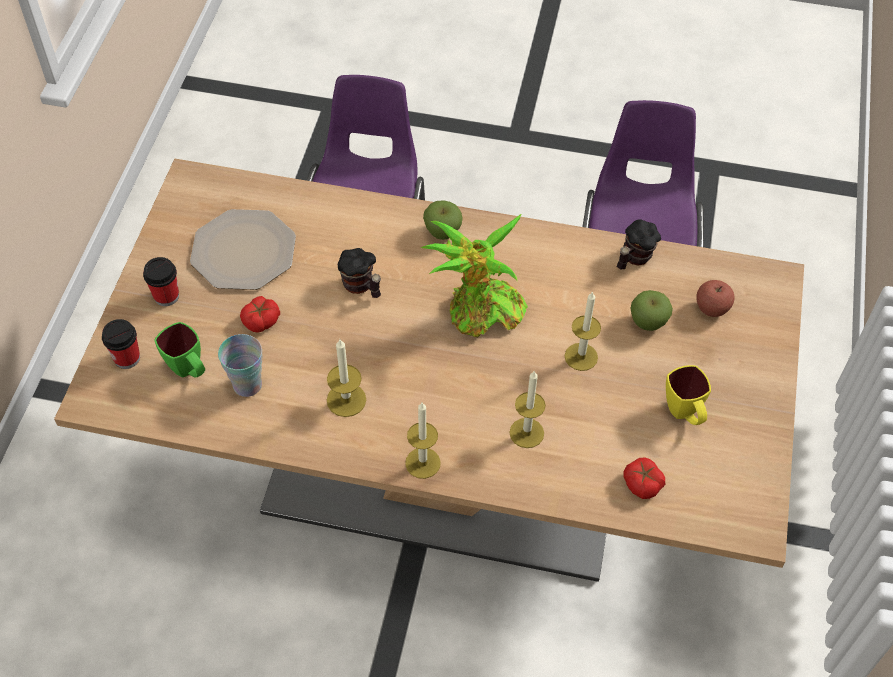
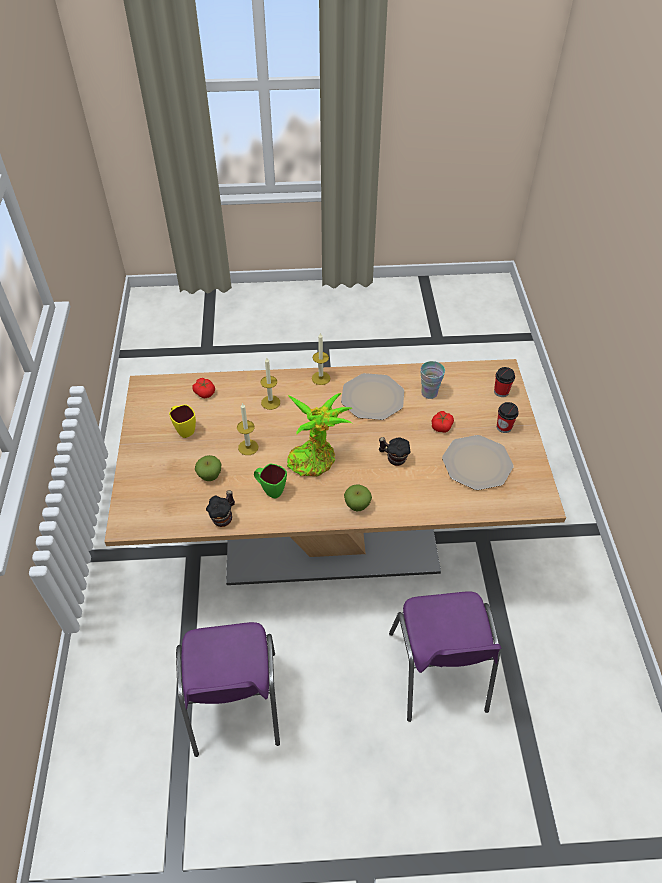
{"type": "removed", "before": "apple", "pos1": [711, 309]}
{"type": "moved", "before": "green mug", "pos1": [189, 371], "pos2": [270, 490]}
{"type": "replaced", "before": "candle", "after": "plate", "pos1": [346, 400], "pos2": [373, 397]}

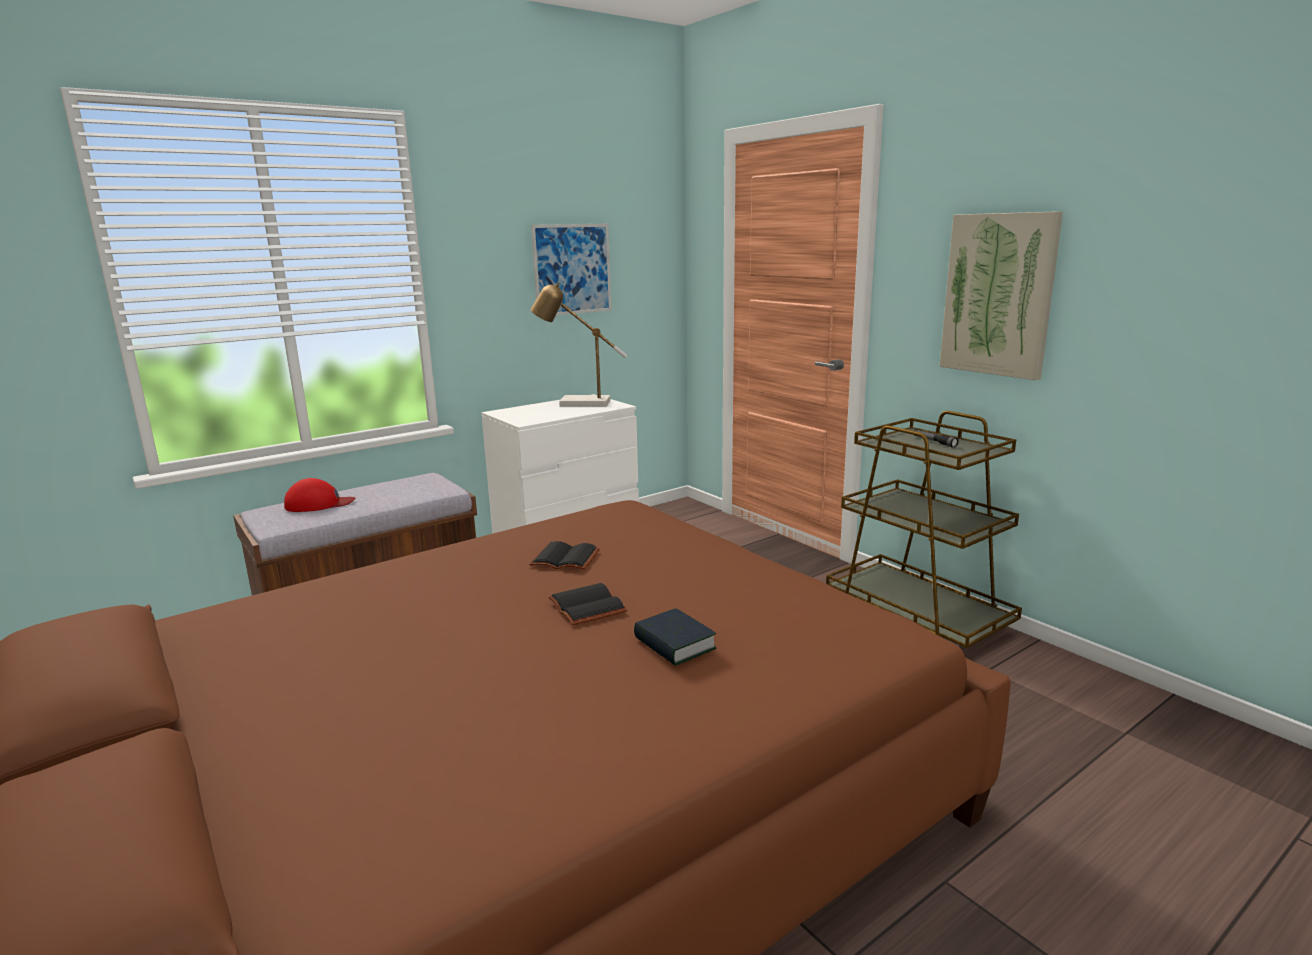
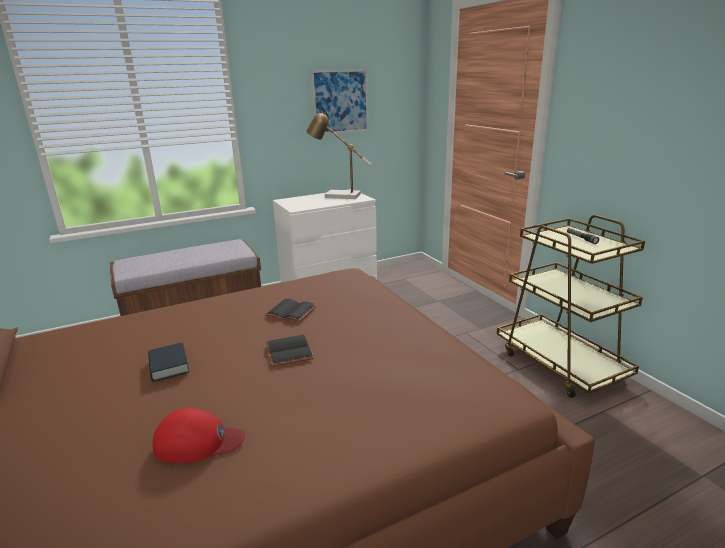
{"type": "removed", "before": "picture", "pos1": [999, 294]}
{"type": "moved", "before": "red cap", "pos1": [319, 504], "pos2": [198, 442]}
{"type": "moved", "before": "book", "pos1": [674, 644], "pos2": [169, 366]}

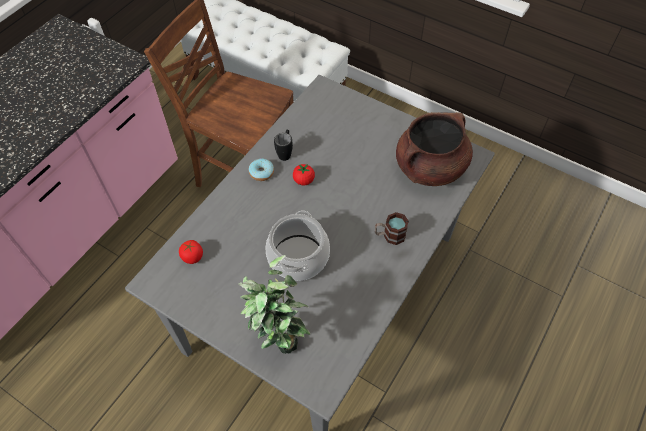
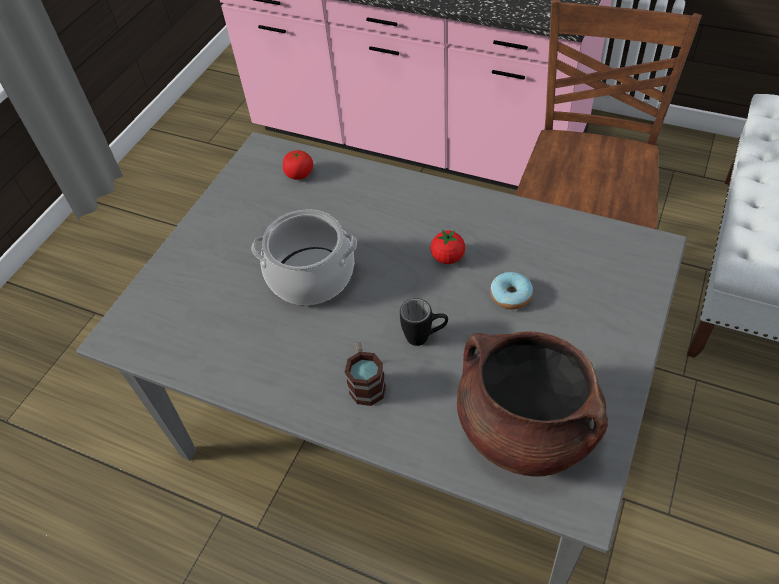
{"type": "moved", "before": "black mug", "pos1": [285, 152], "pos2": [425, 337]}
{"type": "moved", "before": "donut", "pos1": [261, 173], "pos2": [510, 296]}
{"type": "removed", "before": "potted plant", "pos1": [278, 336]}

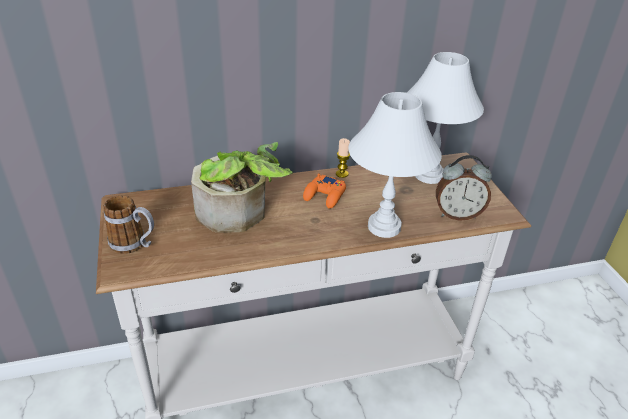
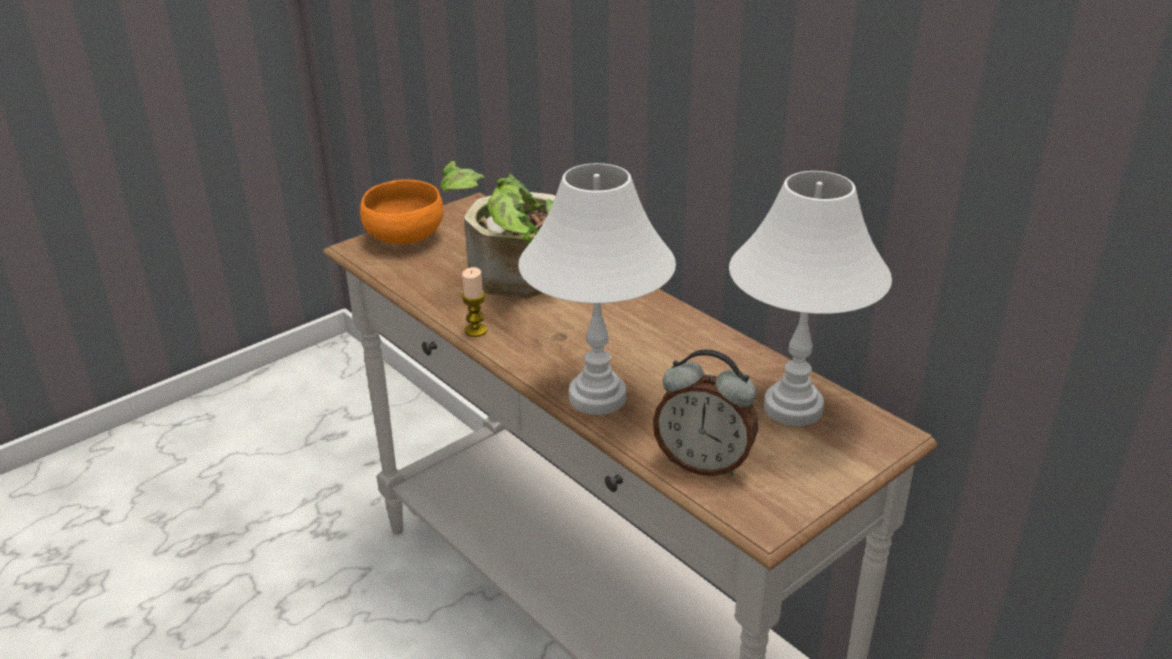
{"type": "moved", "before": "candle", "pos1": [342, 174], "pos2": [476, 330]}
{"type": "turned", "before": "alarm clock", "pos1": [457, 214], "pos2": [703, 463], "turn": -45}
{"type": "removed", "before": "orange game controller", "pos1": [325, 196]}
{"type": "replaced", "before": "mug", "after": "orange bowl", "pos1": [134, 244], "pos2": [405, 239]}

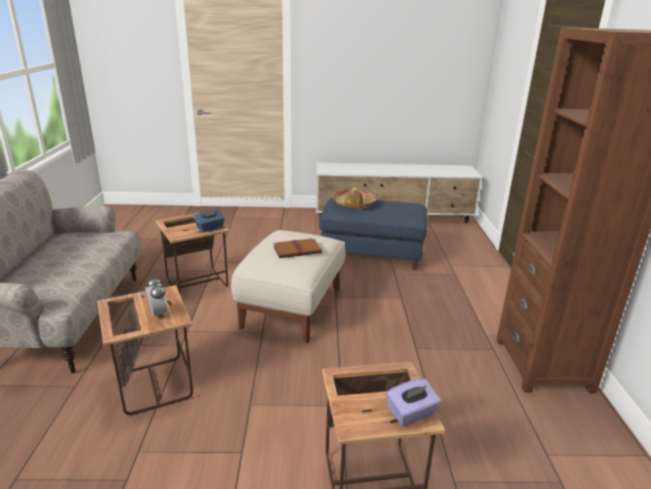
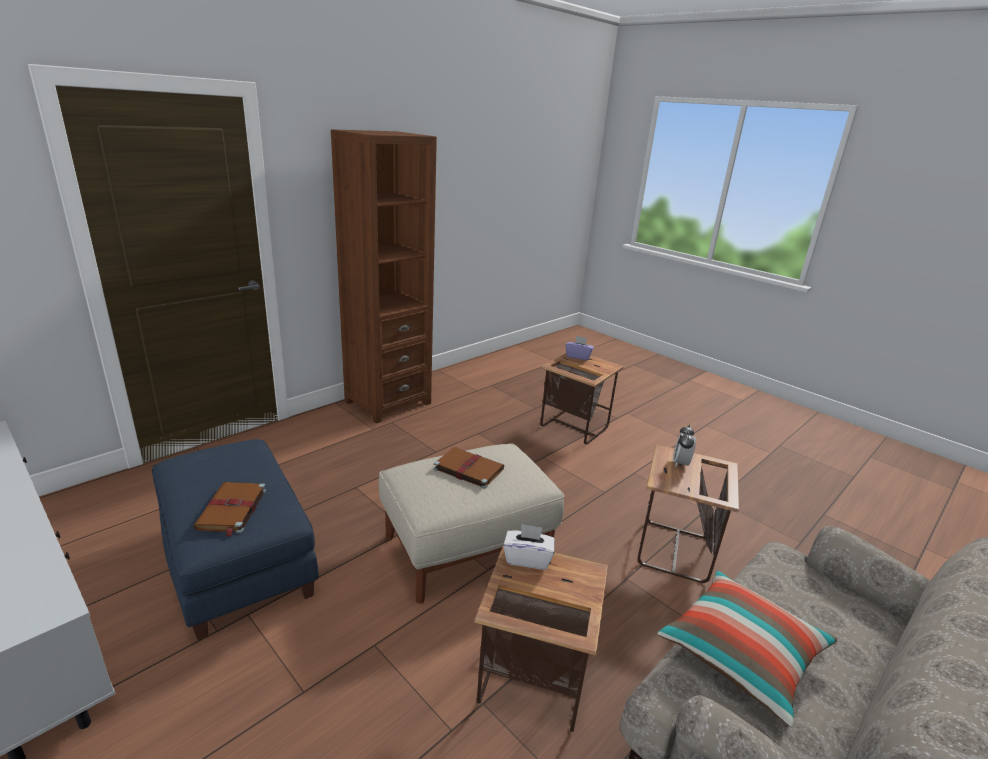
{"type": "replaced", "before": "hat", "after": "brown book", "pos1": [354, 204], "pos2": [231, 510]}
{"type": "recoloured", "before": "blue tissue box", "after": "white tissue box", "pos1": [210, 228], "pos2": [527, 558]}
{"type": "added", "after": "pillow", "pos2": [741, 654]}

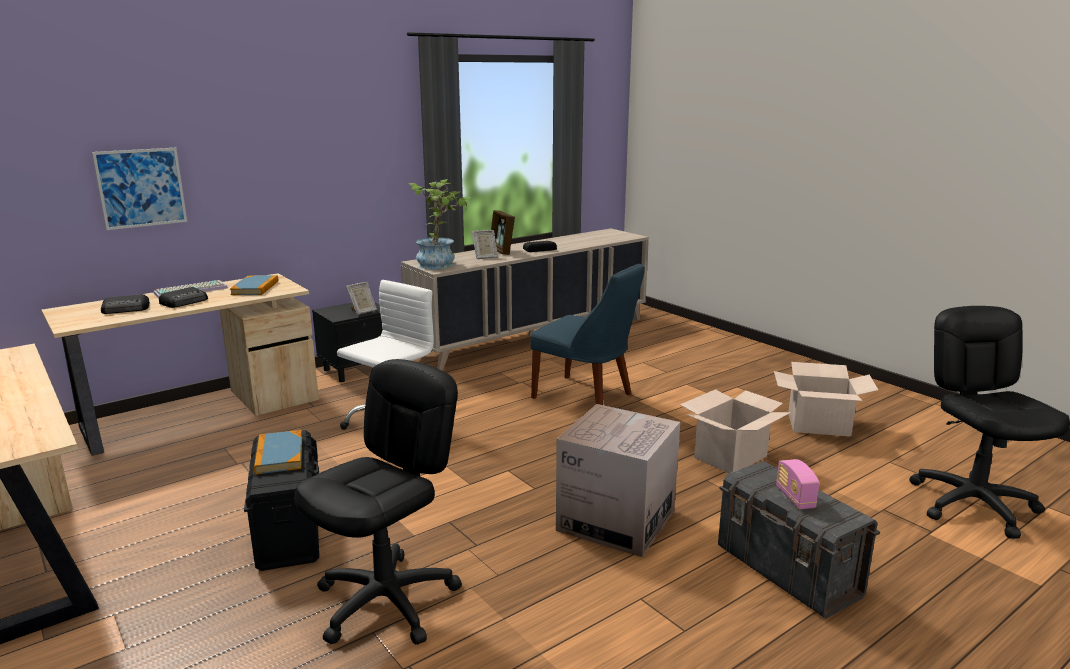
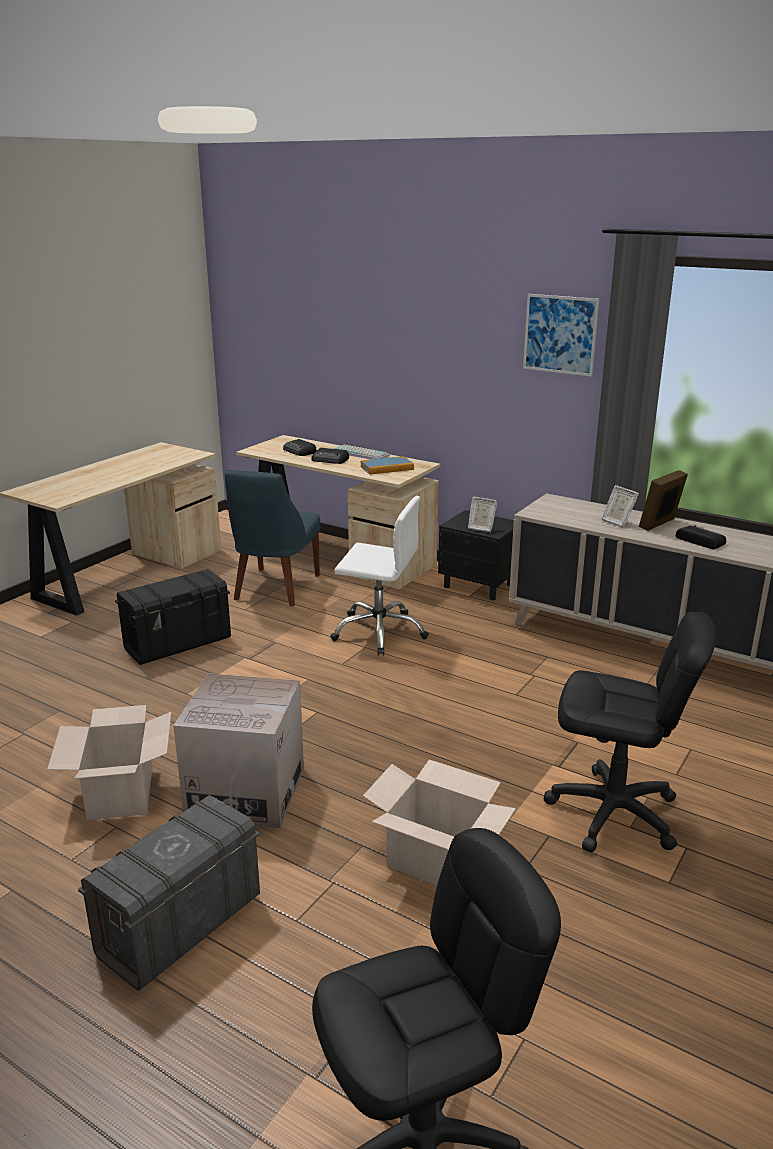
{"type": "moved", "before": "picture", "pos1": [141, 188], "pos2": [560, 334]}
{"type": "removed", "before": "potted plant", "pos1": [440, 264]}
{"type": "moved", "before": "blue chair", "pos1": [586, 397], "pos2": [275, 589]}
{"type": "moved", "before": "black office chair", "pos1": [387, 601], "pos2": [614, 813]}
{"type": "moved", "before": "cardboard box", "pos1": [818, 424], "pos2": [121, 794]}
{"type": "removed", "before": "book", "pos1": [279, 455]}
{"type": "removed", "before": "radio", "pos1": [795, 498]}

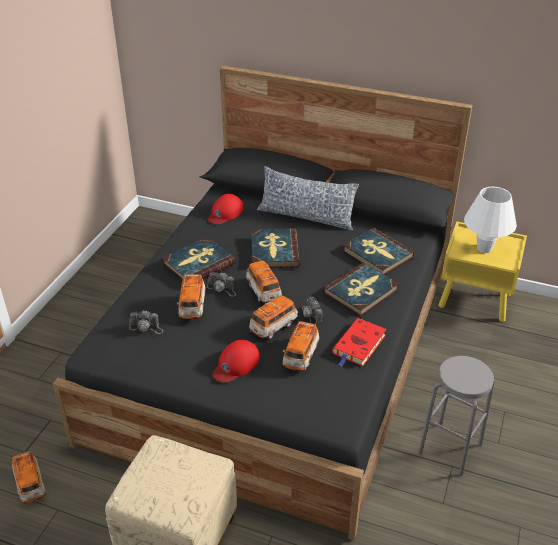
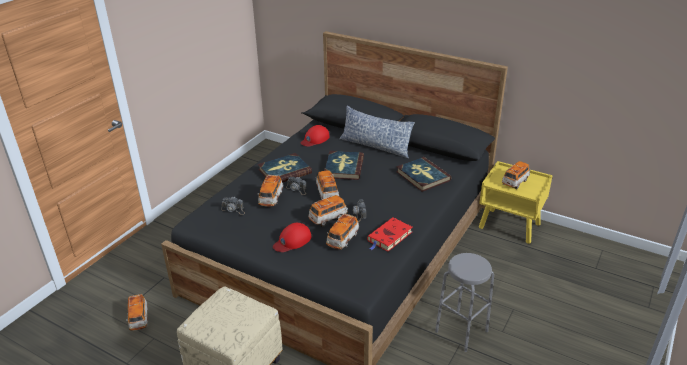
{"type": "replaced", "before": "white table lamp", "after": "toy car", "pos1": [484, 248], "pos2": [515, 182]}
{"type": "removed", "before": "book", "pos1": [361, 292]}

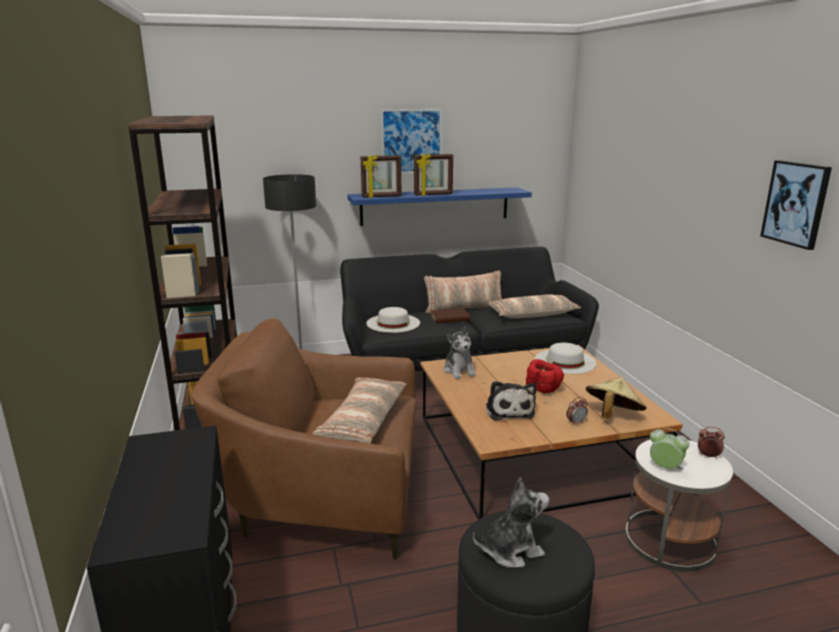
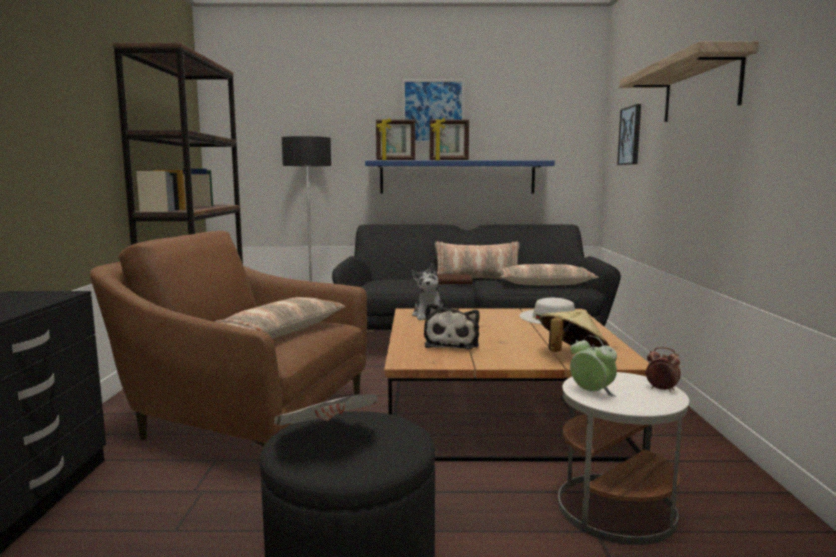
{"type": "moved", "before": "picture", "pos1": [796, 203], "pos2": [630, 136]}
{"type": "removed", "before": "white hat", "pos1": [393, 323]}
{"type": "removed", "before": "red bowl", "pos1": [543, 388]}
{"type": "removed", "before": "alarm clock", "pos1": [576, 423]}
{"type": "replaced", "before": "plush toy", "after": "newspaper", "pos1": [510, 550], "pos2": [326, 438]}
{"type": "added", "after": "shelf", "pos2": [700, 89]}

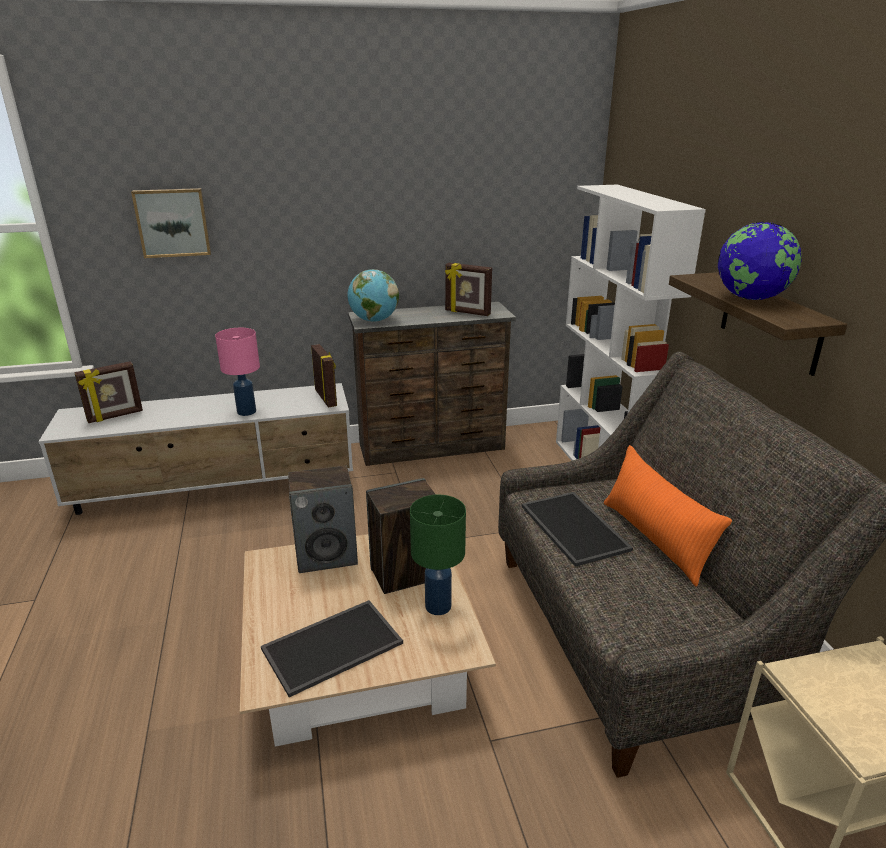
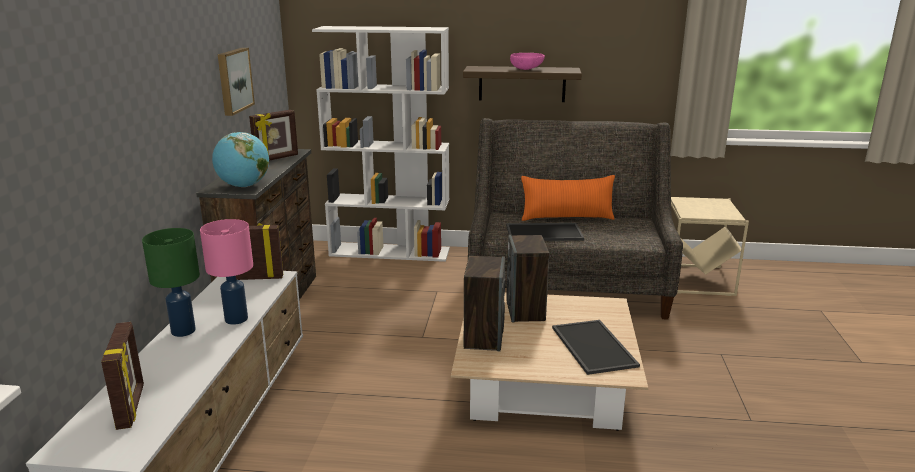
{"type": "moved", "before": "picture", "pos1": [173, 222], "pos2": [233, 80]}
{"type": "replaced", "before": "globe", "after": "pink bowl", "pos1": [751, 298], "pos2": [527, 69]}
{"type": "moved", "before": "green table lamp", "pos1": [438, 607], "pos2": [184, 331]}

